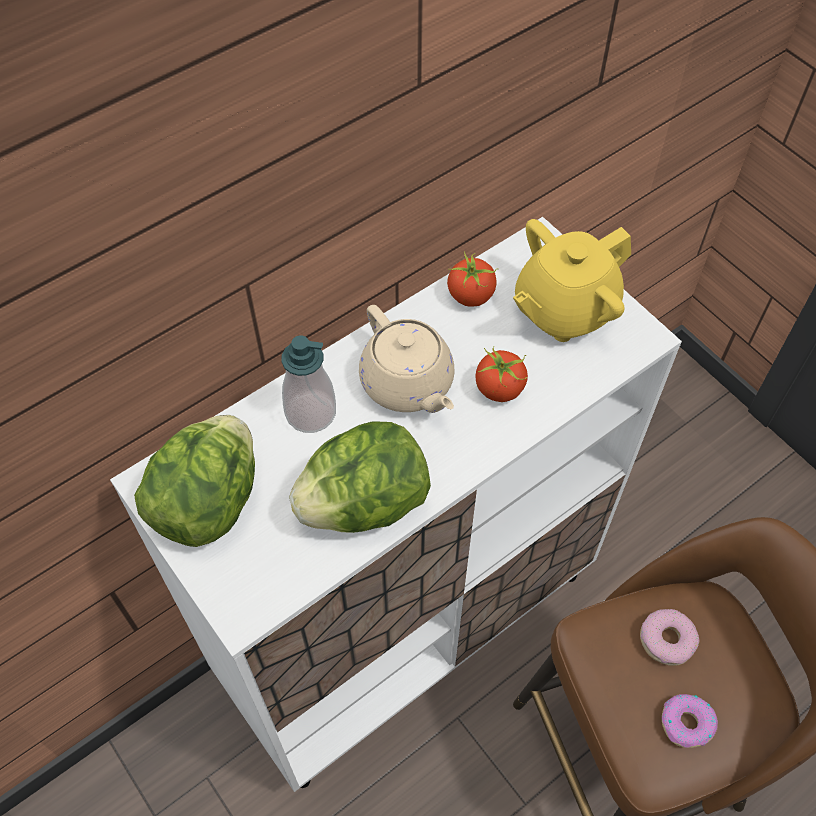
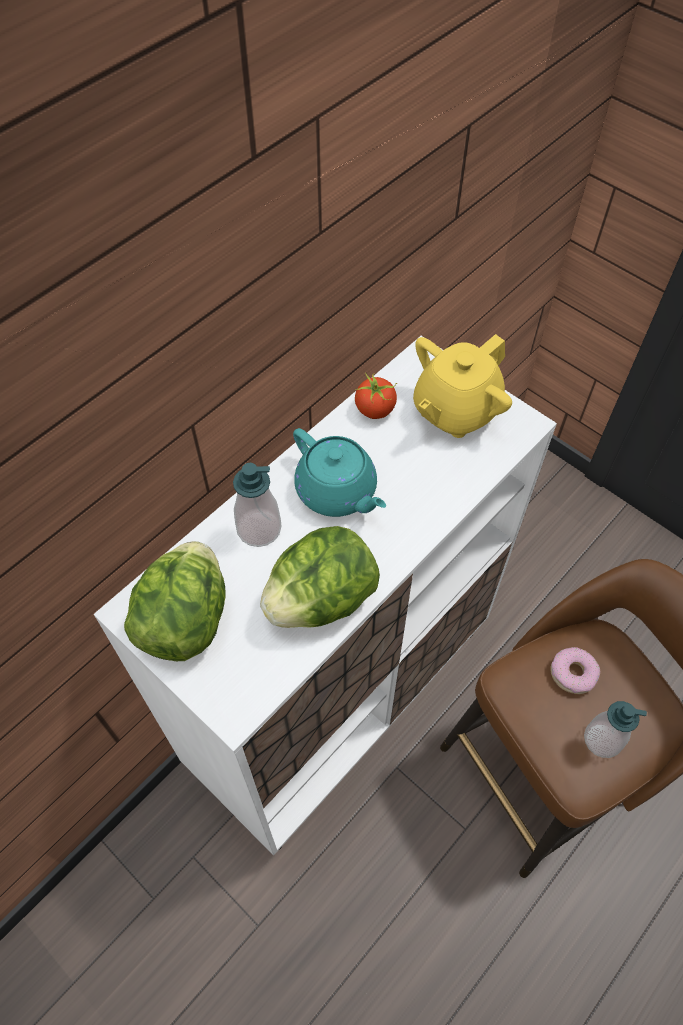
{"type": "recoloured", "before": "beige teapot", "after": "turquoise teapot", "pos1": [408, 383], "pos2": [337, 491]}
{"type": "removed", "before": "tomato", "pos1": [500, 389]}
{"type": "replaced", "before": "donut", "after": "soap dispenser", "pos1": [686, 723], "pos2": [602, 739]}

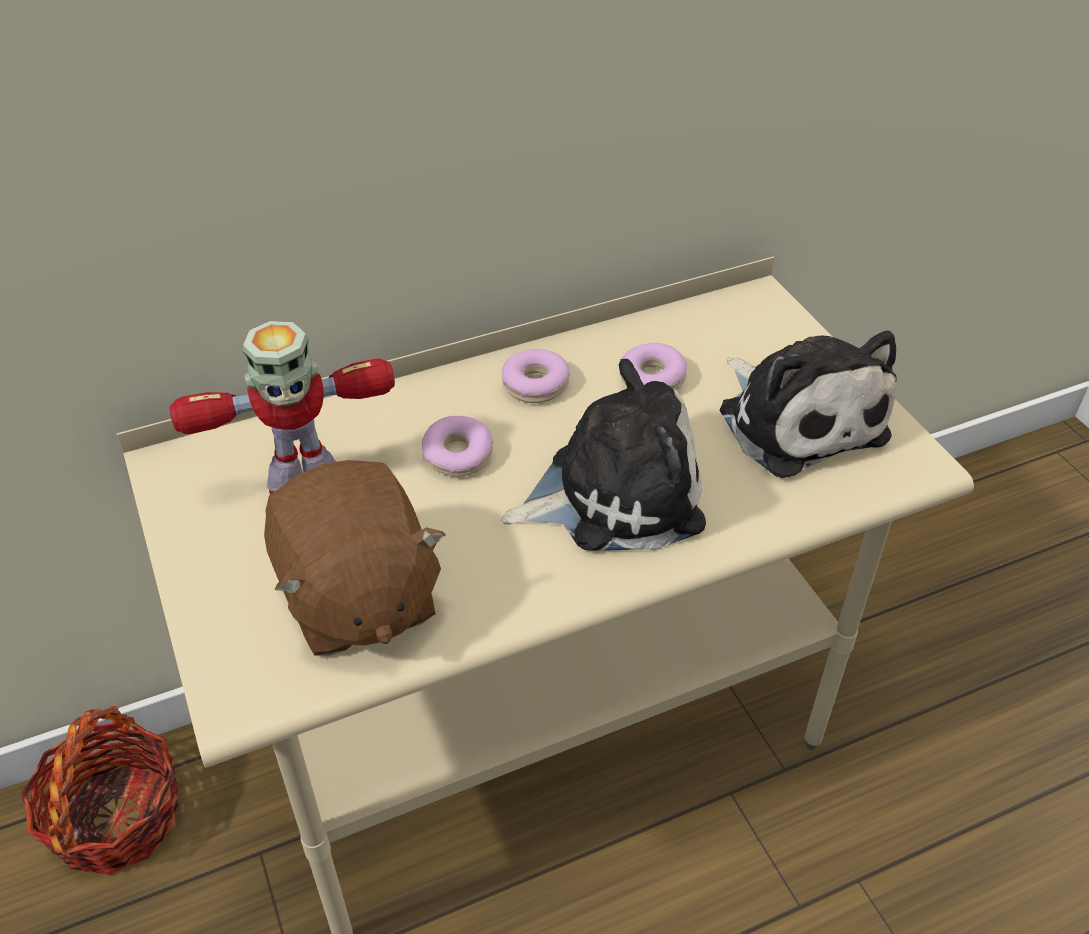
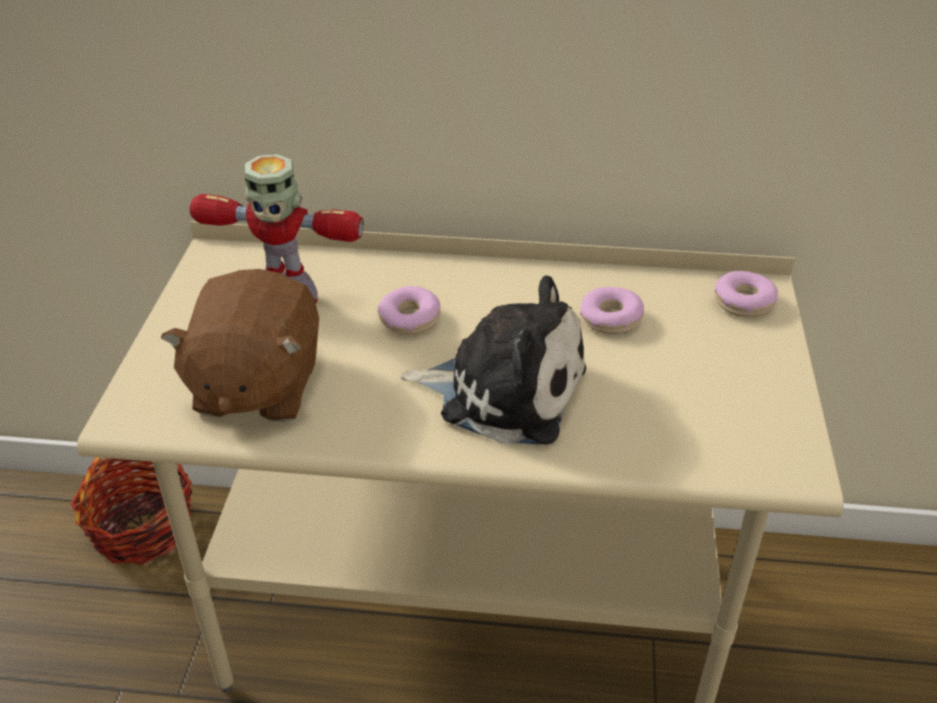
{"type": "removed", "before": "plush toy", "pos1": [797, 419]}
{"type": "moved", "before": "donut", "pos1": [535, 384], "pos2": [744, 302]}

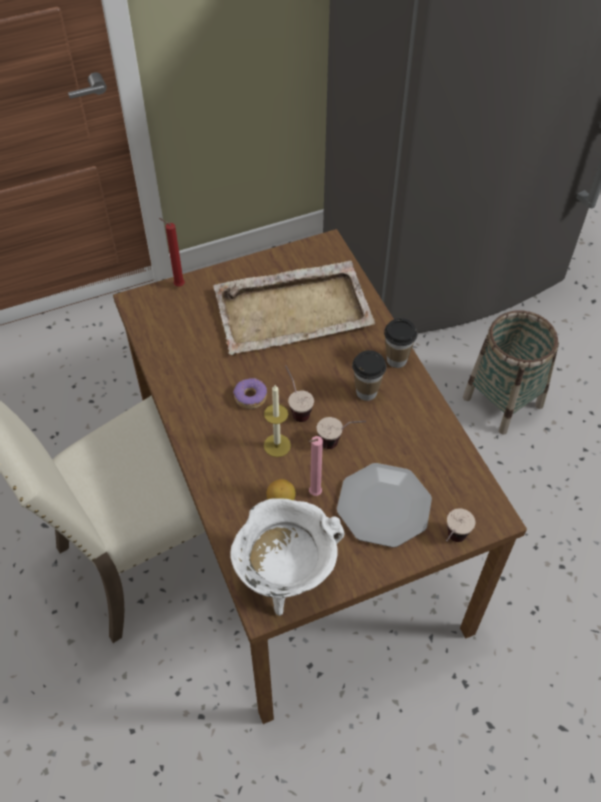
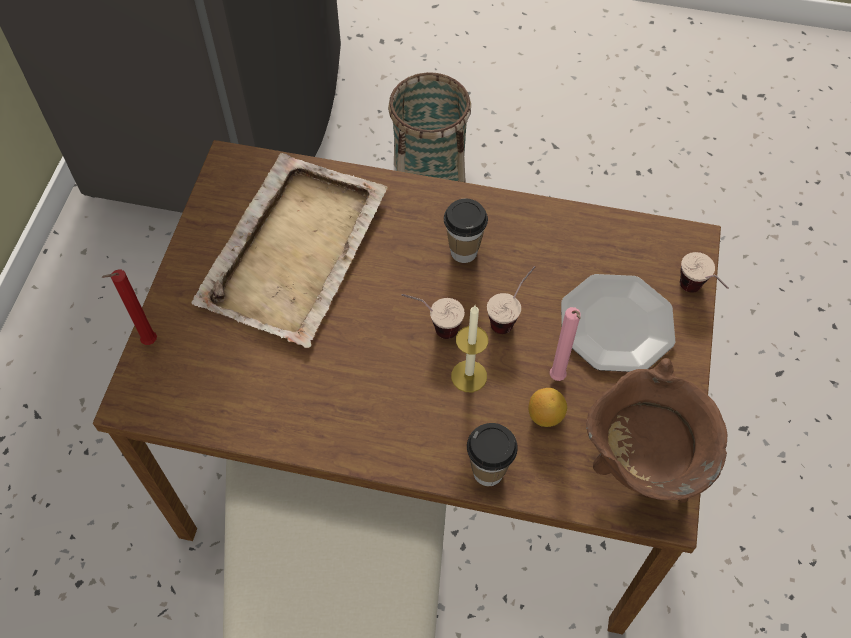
{"type": "moved", "before": "cup", "pos1": [396, 360], "pos2": [488, 472]}
{"type": "removed", "before": "donut", "pos1": [250, 397]}
{"type": "recoloured", "before": "white cooking pot", "after": "brown cooking pot", "pos1": [286, 576], "pos2": [642, 466]}

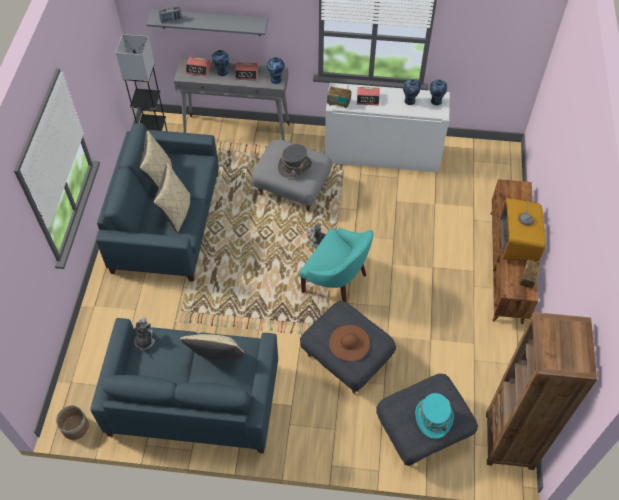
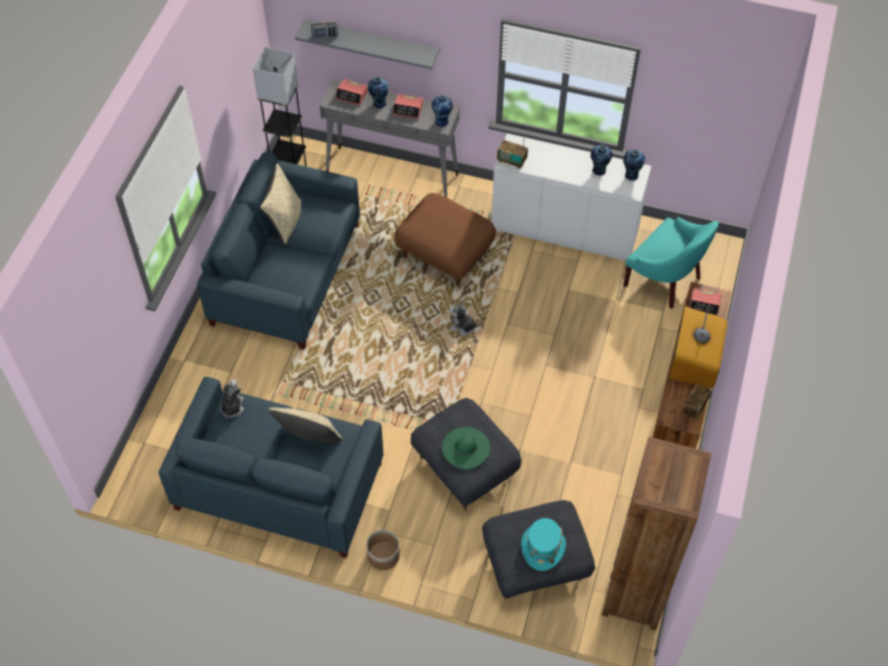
{"type": "moved", "before": "alarm clock", "pos1": [368, 98], "pos2": [704, 305]}
{"type": "recoloured", "before": "grey ottoman", "after": "brown ottoman", "pos1": [293, 188], "pos2": [445, 255]}
{"type": "removed", "before": "grey hat", "pos1": [294, 166]}
{"type": "removed", "before": "beige pillow", "pos1": [177, 212]}
{"type": "moved", "before": "turquoise armchair", "pos1": [337, 281], "pos2": [665, 280]}
{"type": "recoloured", "before": "brown hat", "after": "green hat", "pos1": [349, 343], "pos2": [466, 448]}
{"type": "moved", "before": "planter", "pos1": [75, 427], "pos2": [383, 556]}

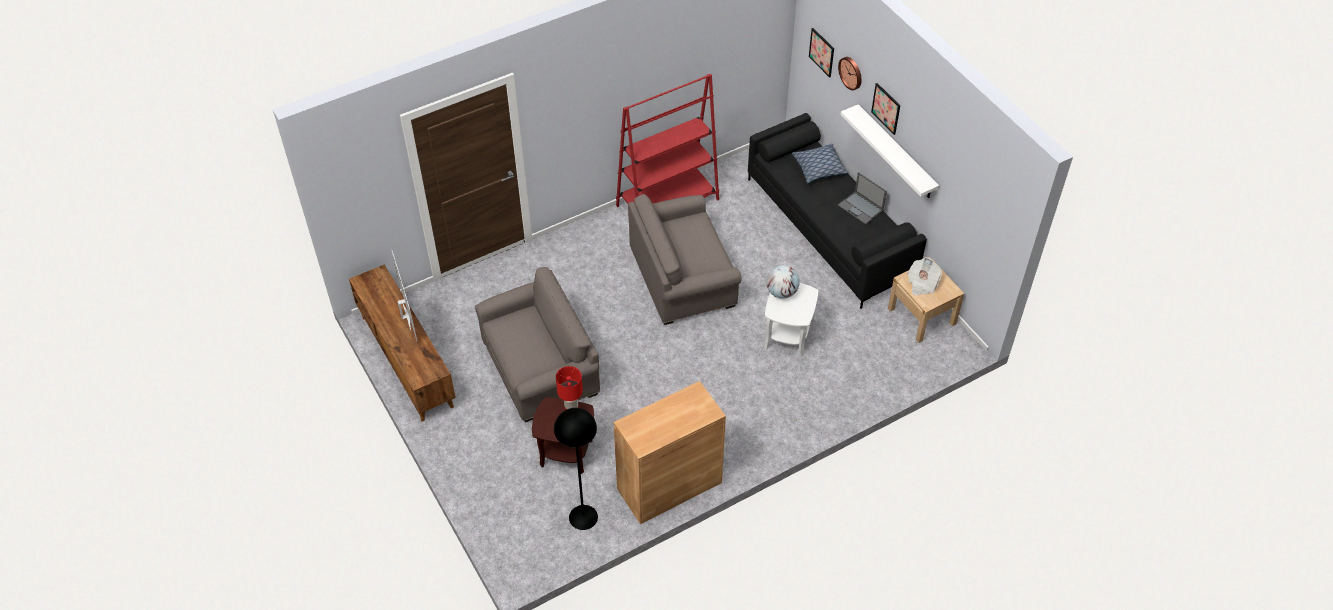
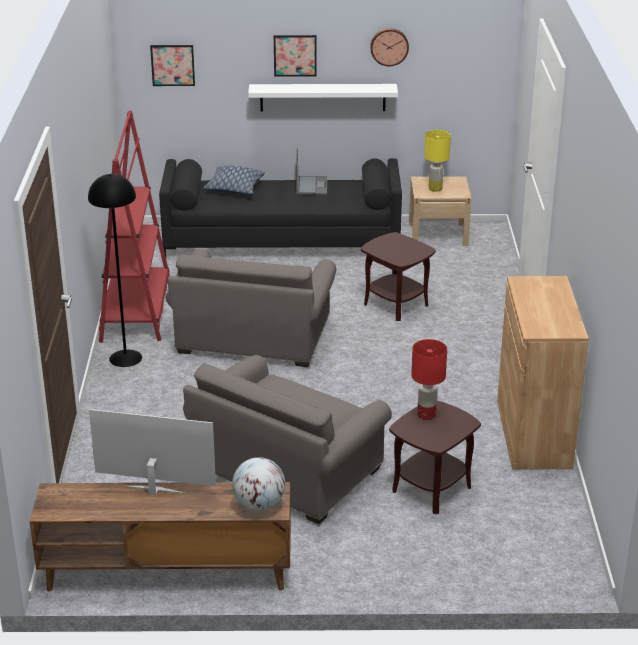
{"type": "moved", "before": "wall clock", "pos1": [851, 72], "pos2": [389, 46]}
{"type": "turned", "before": "laptop", "pos1": [861, 208], "pos2": [311, 185], "turn": -75}
{"type": "replaced", "before": "newspaper", "after": "yellow table lamp", "pos1": [922, 283], "pos2": [435, 189]}
{"type": "moved", "before": "globe", "pos1": [781, 292], "pos2": [259, 505]}
{"type": "turned", "before": "grey armchair", "pos1": [540, 368], "pos2": [287, 469], "turn": -150}
{"type": "recoloured", "before": "white side table", "after": "brown side table", "pos1": [788, 336], "pos2": [396, 304]}
{"type": "moved", "before": "black floor lamp", "pos1": [583, 517], "pos2": [125, 358]}

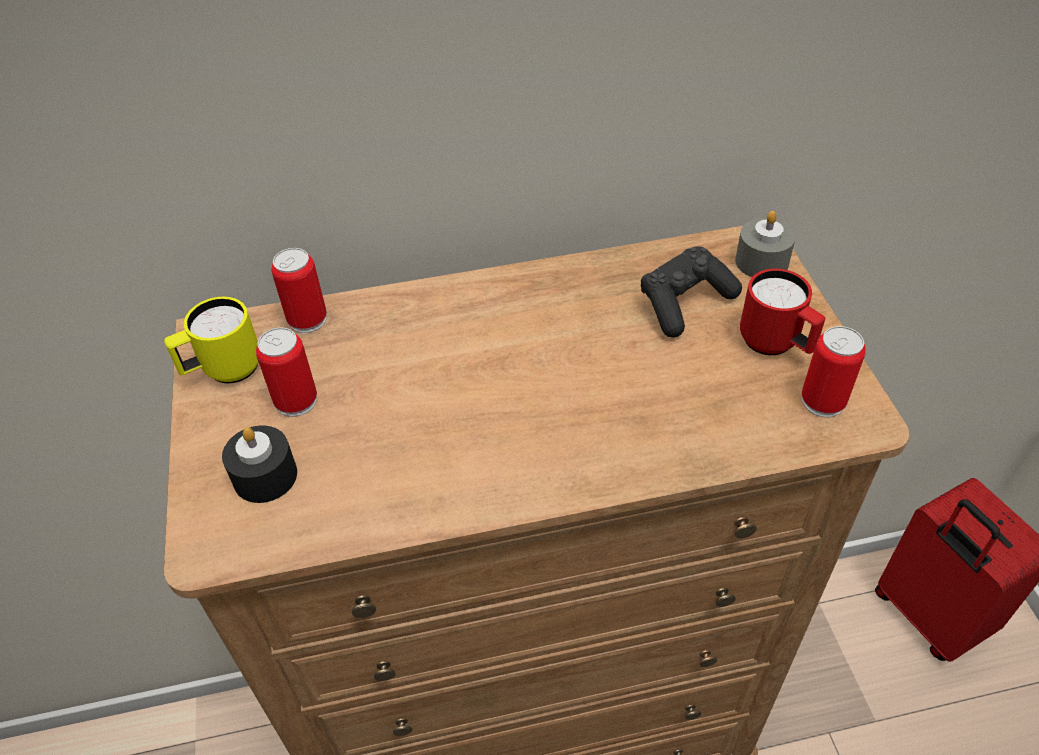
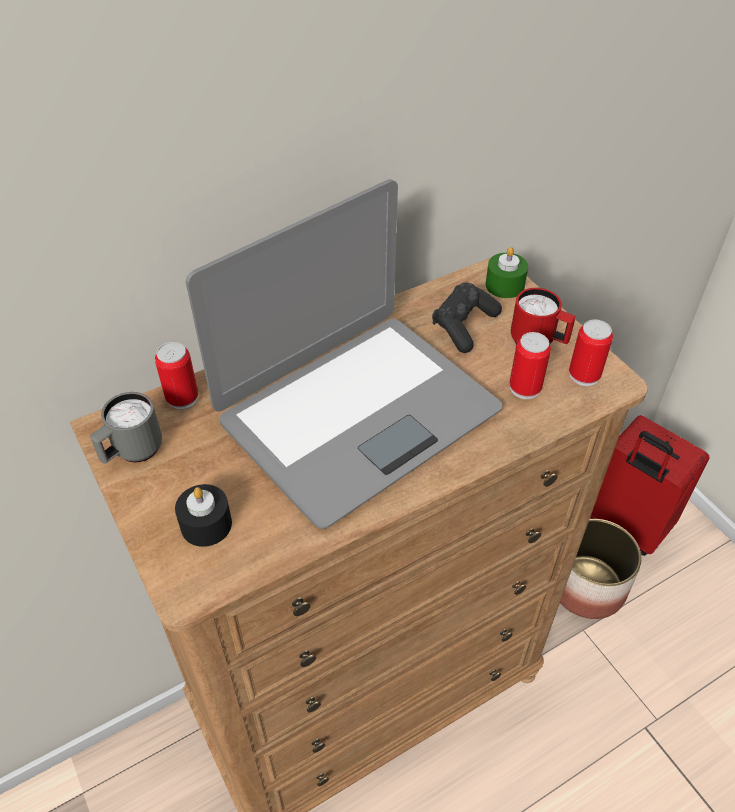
{"type": "recoloured", "before": "grey candle", "after": "green candle", "pos1": [761, 262], "pos2": [505, 285]}
{"type": "recoloured", "before": "yellow mug", "after": "grey mug", "pos1": [224, 371], "pos2": [132, 453]}
{"type": "moved", "before": "can", "pos1": [296, 401], "pos2": [525, 388]}
{"type": "added", "after": "laptop", "pos2": [357, 414]}
{"type": "added", "after": "planter", "pos2": [588, 586]}

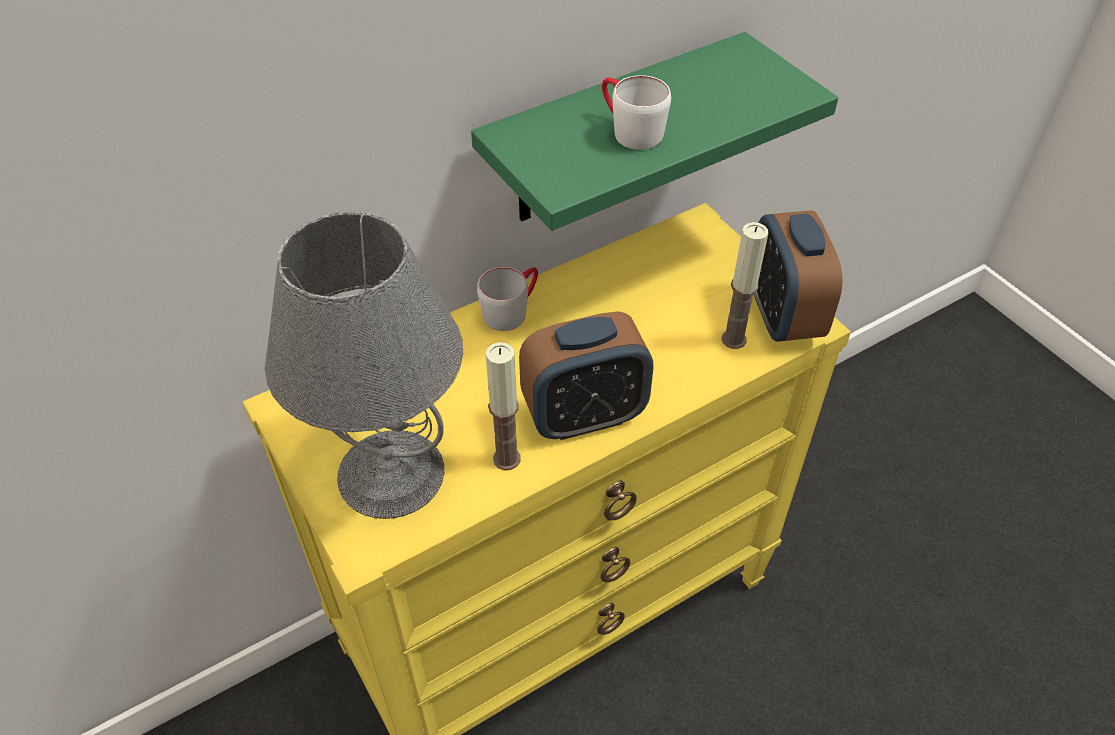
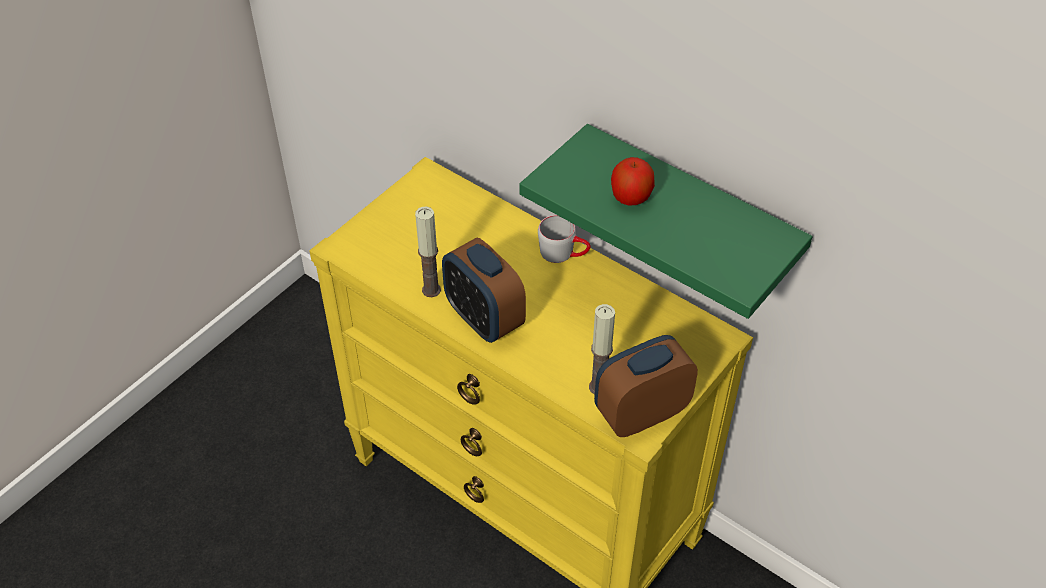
{"type": "replaced", "before": "white mug", "after": "apple", "pos1": [629, 130], "pos2": [630, 198]}
{"type": "removed", "before": "grey table lamp", "pos1": [392, 472]}

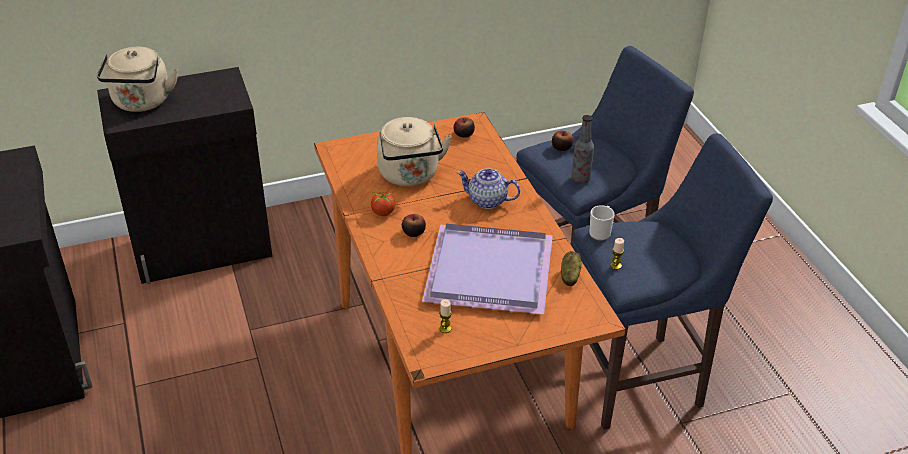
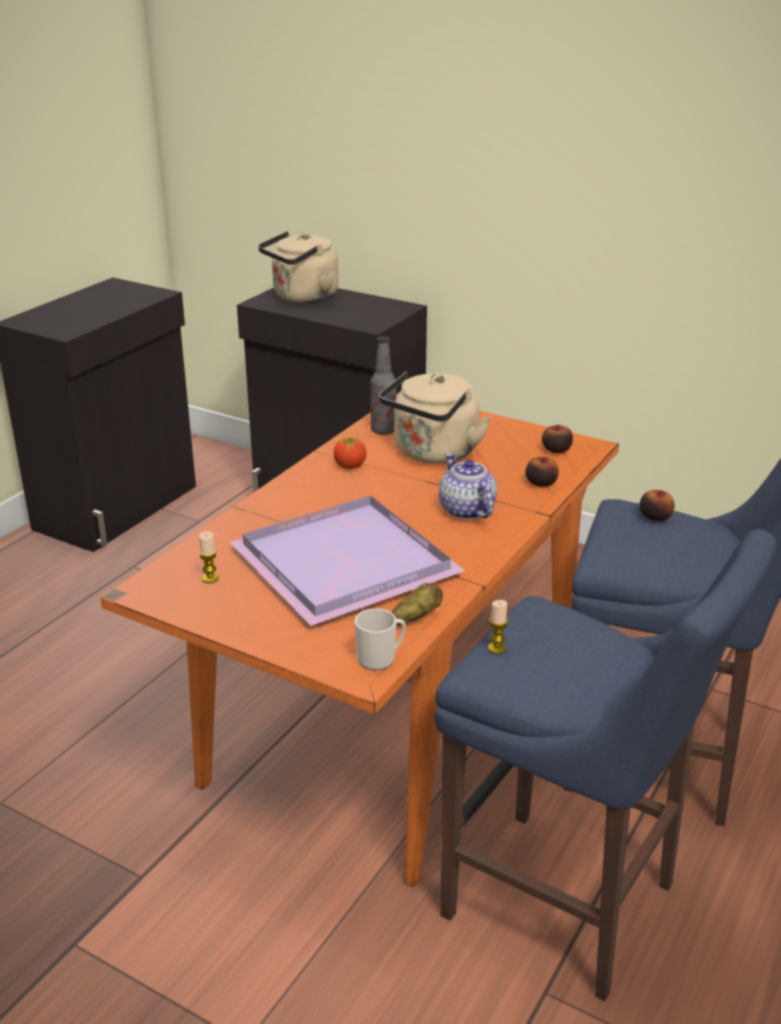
{"type": "moved", "before": "bottle", "pos1": [580, 179], "pos2": [383, 431]}
{"type": "moved", "before": "mug", "pos1": [600, 232], "pos2": [380, 658]}
{"type": "moved", "before": "apple", "pos1": [413, 232], "pos2": [541, 482]}

